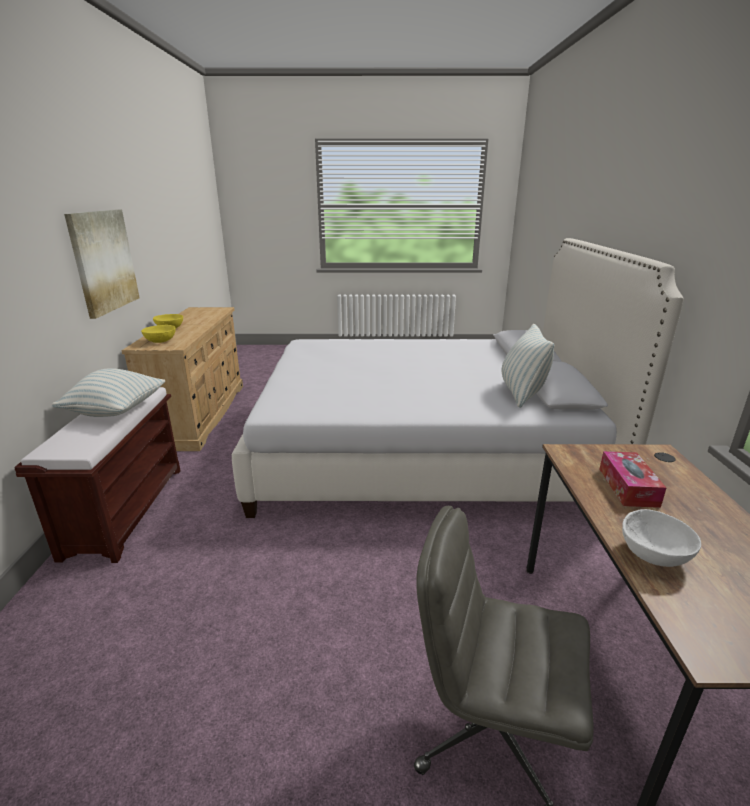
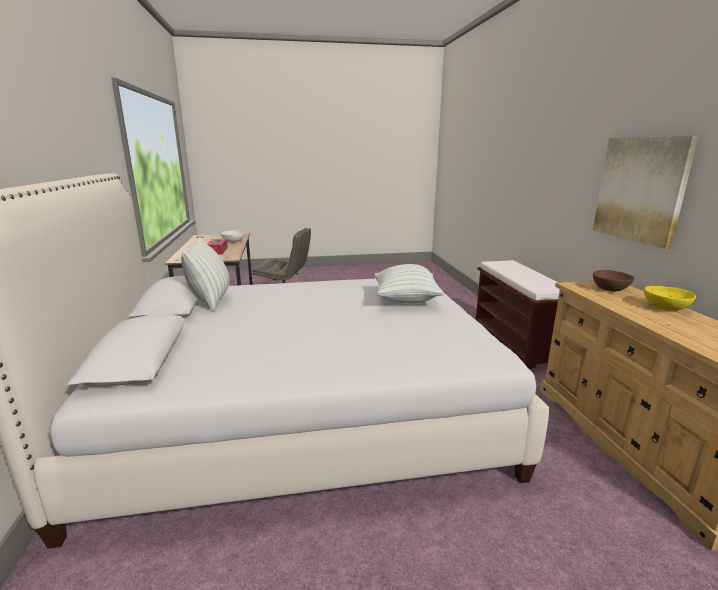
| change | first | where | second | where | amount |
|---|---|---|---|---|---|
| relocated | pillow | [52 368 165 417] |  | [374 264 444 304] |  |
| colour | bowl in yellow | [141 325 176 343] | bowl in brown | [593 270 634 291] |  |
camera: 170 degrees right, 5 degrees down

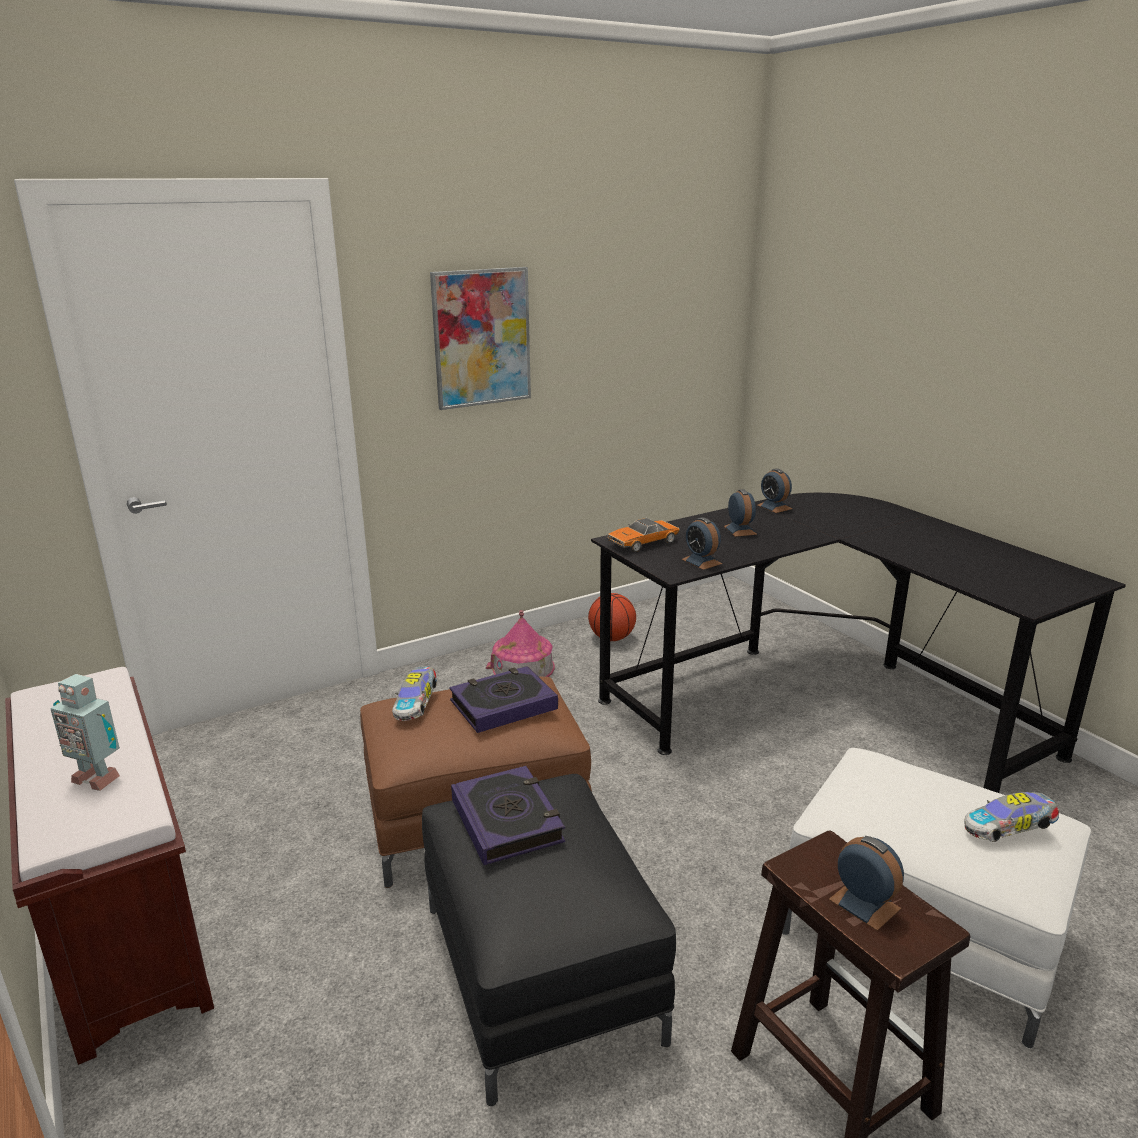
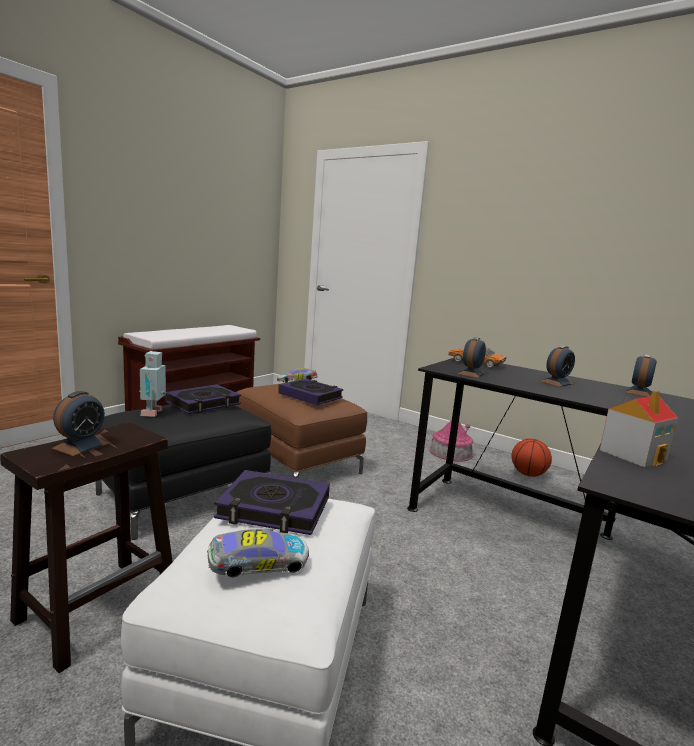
| change | first | where | second | where | amount |
|---|---|---|---|---|---|
| relocated | toy robot | [50 674 120 791] |  | [139 351 166 417] |  |
| spun | toy car | [964 792 1059 842] |  | [207 528 309 577] | 105 degrees clockwise |
| appeared |  |  | book | [214 470 330 535] |  |
| appeared |  |  | toy house | [600 391 678 467] |  |
| missing | picture | [430 267 531 410] |  |  |  |
camera: 65 degrees right, 10 degrees down

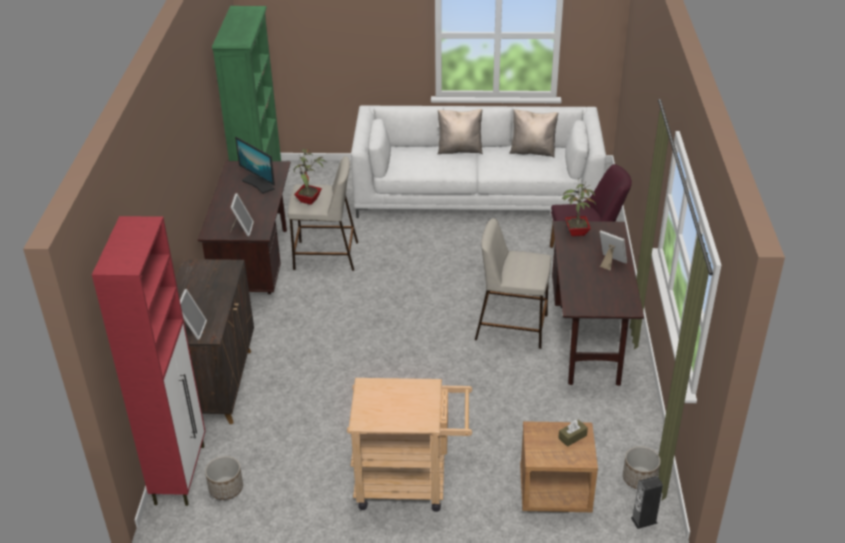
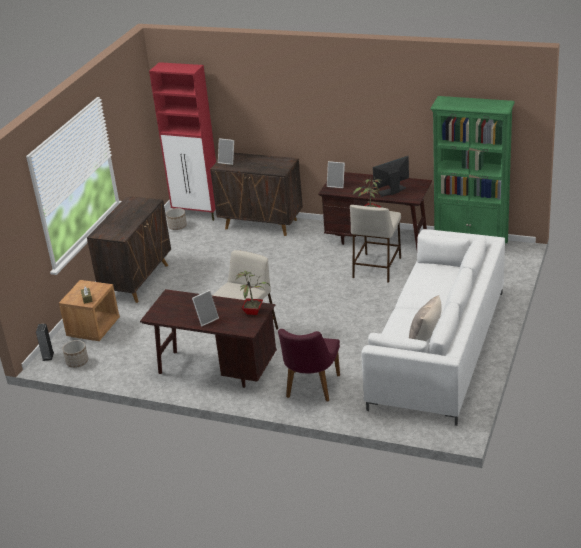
| change | first | where | second | where | amount |
|---|---|---|---|---|---|
| exchanged | cart in beige | [347 378 472 512] | cabinet in brown | [87 196 171 303] |  |
| missing | pillow in beige | [437 109 483 154] |  |  |  |
camera: 110 degrees right, 5 degrees down

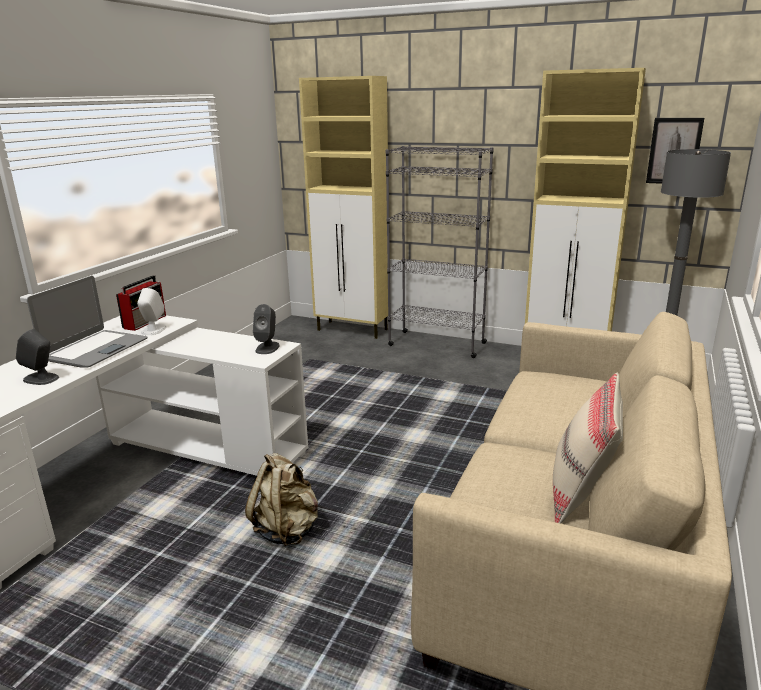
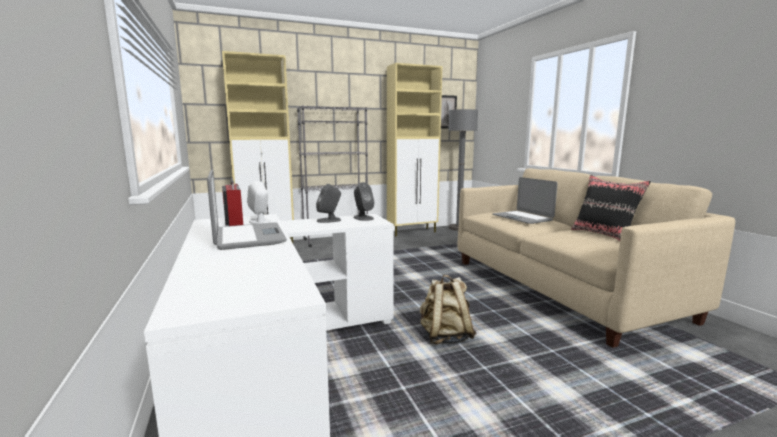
| change | first | where | second | where | amount |
|---|---|---|---|---|---|
| relocated | speaker in grey | [16 329 59 385] |  | [316 184 341 223] |  |
| appeared |  |  | laptop | [492 177 558 224] |  |
| colour | pillow in beige | [553 373 623 523] | pillow in black | [571 175 651 241] |  |
camera: 45 degrees left, 10 degrees down

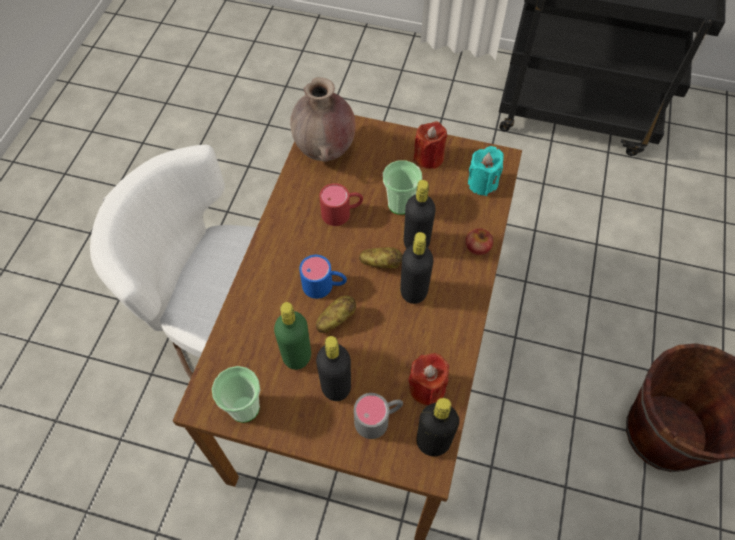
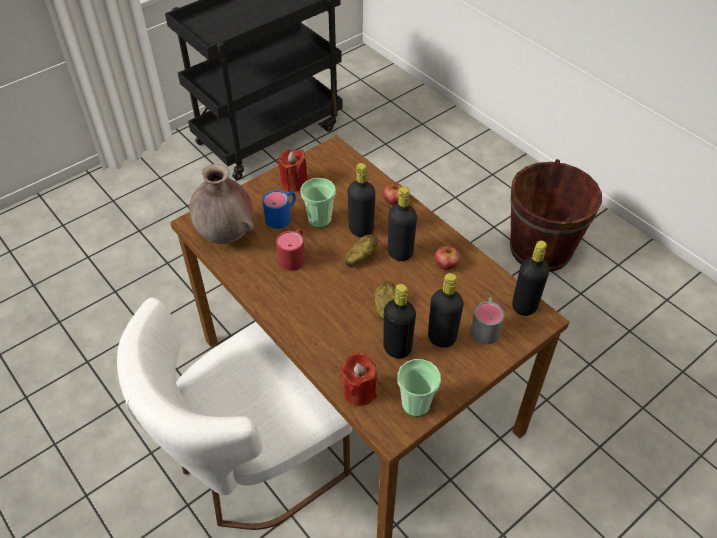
| change | first | where | second | where | amount |
|---|---|---|---|---|---|
| relocated | mug in blue | [299 255 347 299] |  | [262 190 296 229] |  |
| relocated | candle in red | [409 353 449 405] |  | [340 353 377 406] |  |
| colour | bottle in green | [274 302 311 370] | bottle in black | [383 284 416 359] |  |
| appeared |  |  | apple | [435 246 460 270] |  |
| missing | candle in turquoise | [468 146 504 196] |  |  |  |
camera: 55 degrees left, 10 degrees down

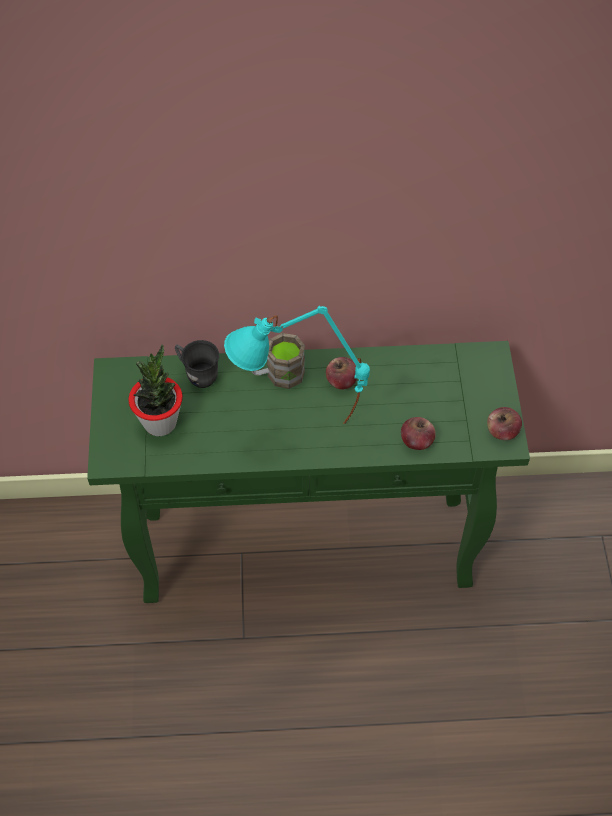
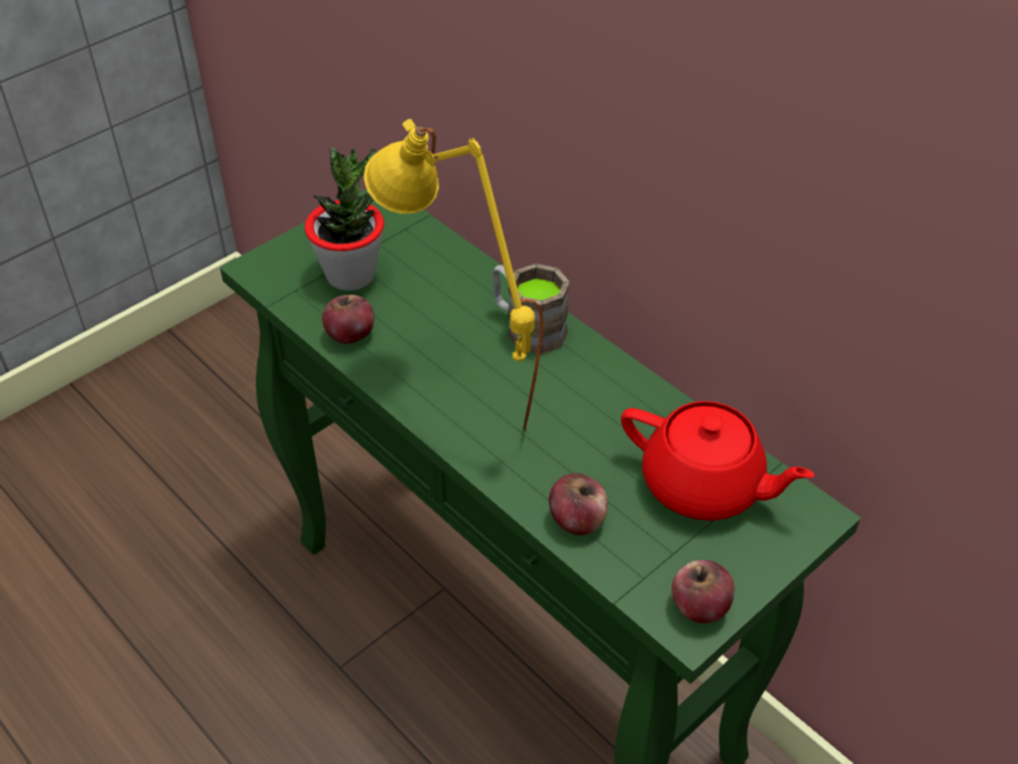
| change | first | where | second | where | amount |
|---|---|---|---|---|---|
| relocated | apple | [326 357 357 389] |  | [322 294 374 344] |  |
| colour | table lamp in turquoise | [224 306 370 424] | table lamp in yellow | [364 119 543 431] |  |
| appeared |  |  | teapot in red | [621 401 815 521] |  |
| missing | mug in grey | [175 340 219 388] |  |  |  |
camera: 50 degrees right, 10 degrees down

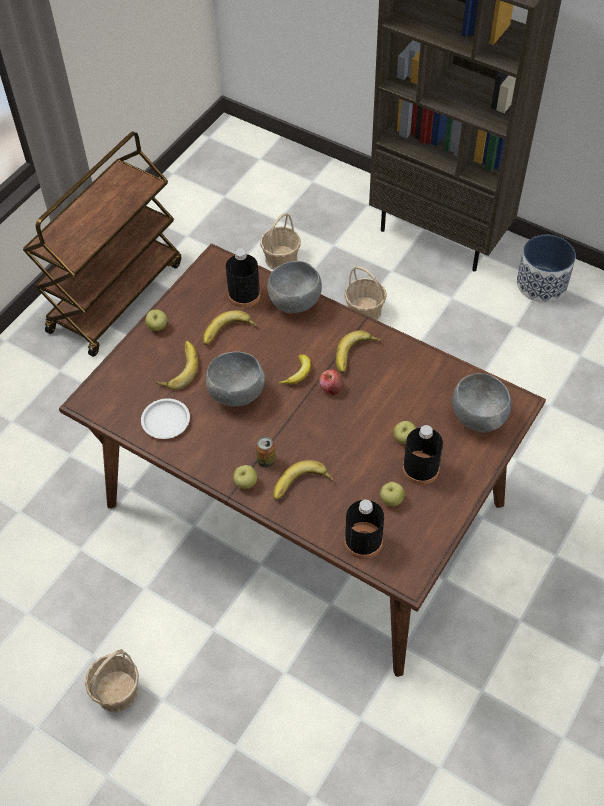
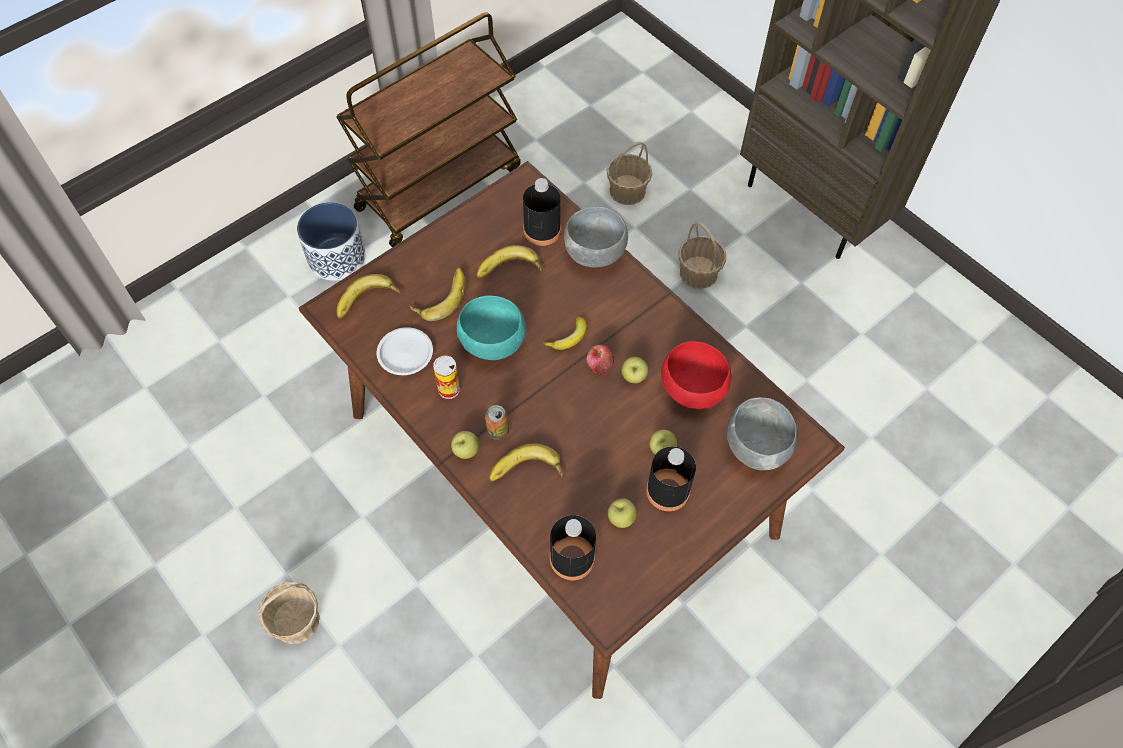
| change | first | where | second | where | amount |
|---|---|---|---|---|---|
| relocated | planter | [517 235 576 302] |  | [297 202 366 280] |  |
| relocated | banana | [336 330 381 373] |  | [337 274 400 319] |  |
| appeared |  |  | can | [433 356 460 399] |  |
| colour | bowl in grey | [206 352 265 407] | bowl in turquoise | [457 295 526 360] |  |
| relocated | apple | [145 309 167 331] |  | [621 357 648 383] |  |
| appeared |  |  | bowl in red | [661 341 731 409] |  |
camera: 15 degrees right, 5 degrees up

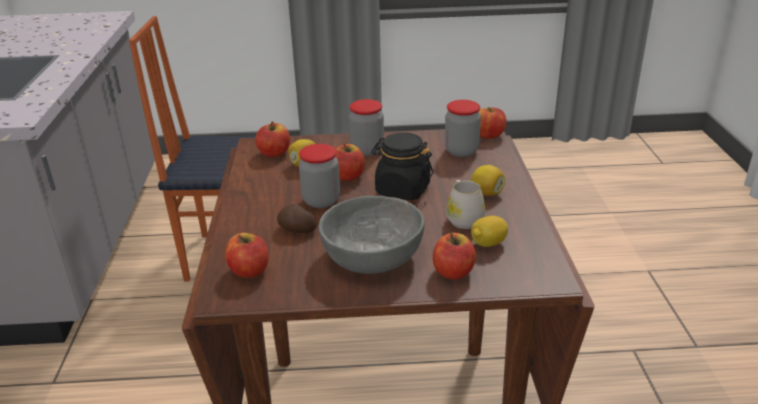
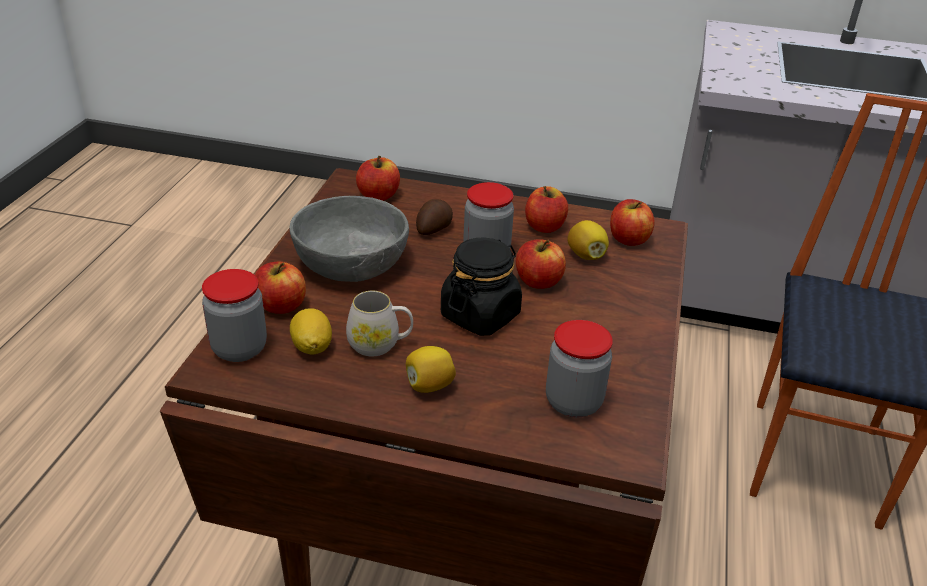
| change | first | where | second | where | amount |
|---|---|---|---|---|---|
| relocated | jar | [349 99 384 156] |  | [202 269 267 362] |  |
| relocated | apple | [478 107 507 139] |  | [525 186 568 233] |  |
camera: 105 degrees right, 5 degrees up

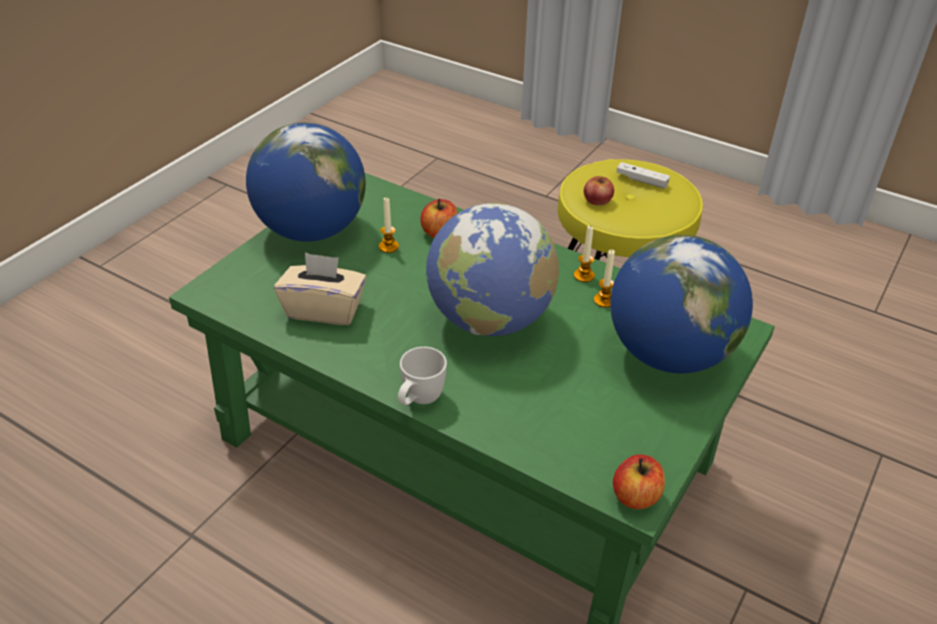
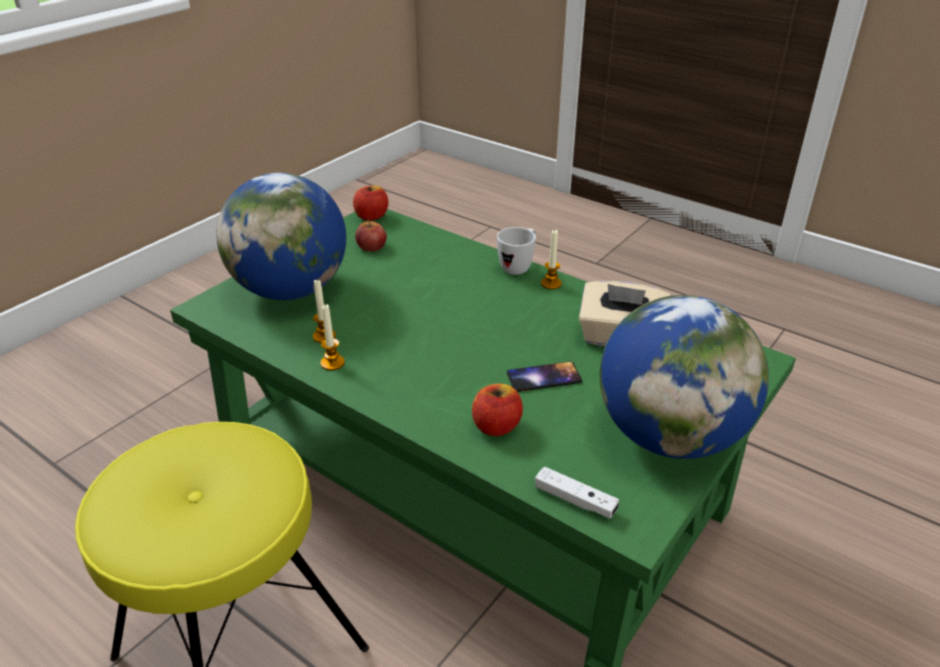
| change | first | where | second | where | amount |
|---|---|---|---|---|---|
| relocated | apple | [584 176 614 206] |  | [355 219 387 252] |  |
| appeared |  |  | phone | [507 361 582 392] |  |
| relocated | game controller in white | [616 162 670 189] |  | [535 466 619 519] |  |
| relocated | candle | [379 197 399 253] |  | [541 230 562 289] |  |
| missing | globe | [426 203 559 336] |  |  |  |
camera: 175 degrees left, 5 degrees down

